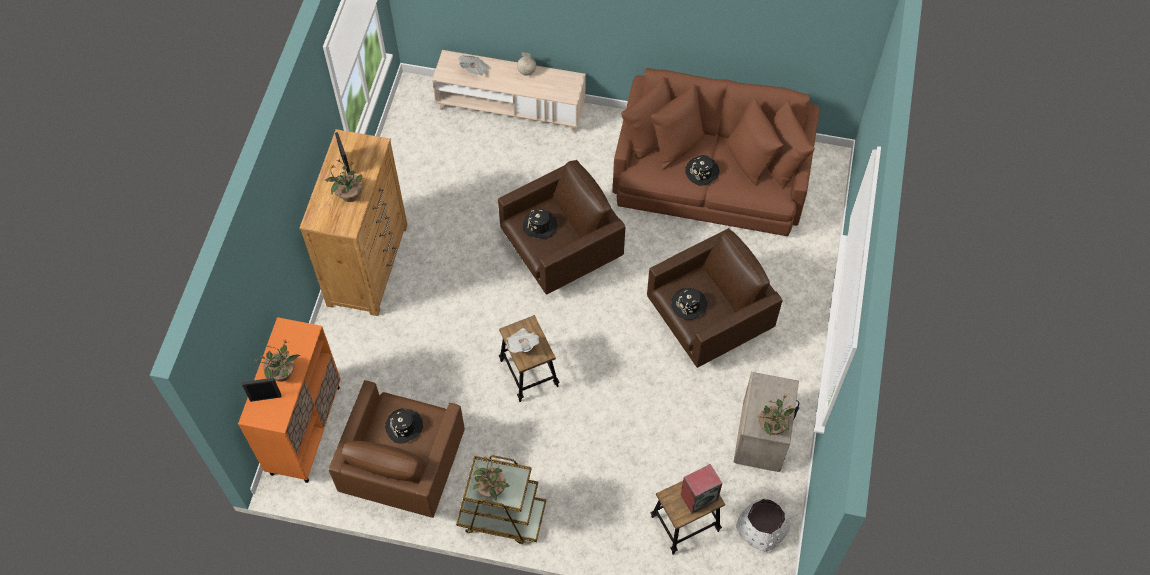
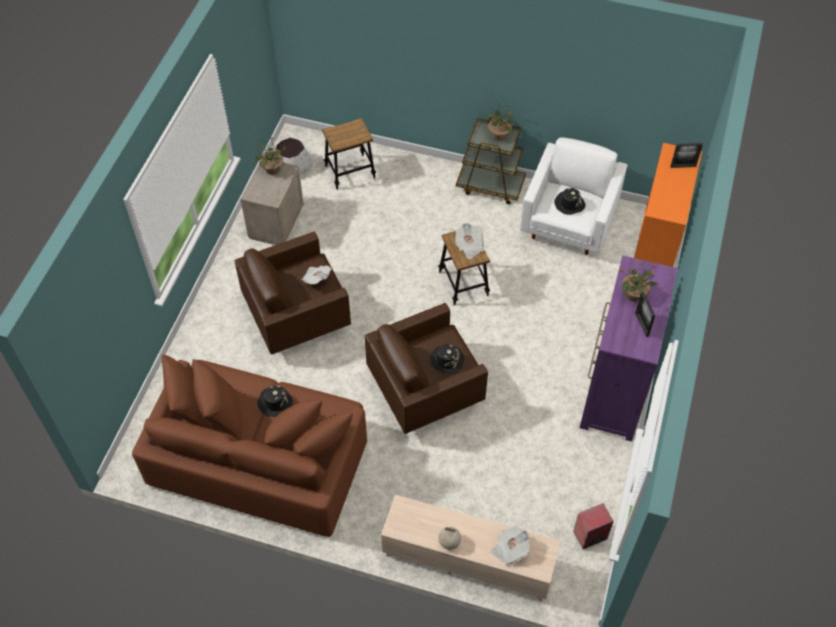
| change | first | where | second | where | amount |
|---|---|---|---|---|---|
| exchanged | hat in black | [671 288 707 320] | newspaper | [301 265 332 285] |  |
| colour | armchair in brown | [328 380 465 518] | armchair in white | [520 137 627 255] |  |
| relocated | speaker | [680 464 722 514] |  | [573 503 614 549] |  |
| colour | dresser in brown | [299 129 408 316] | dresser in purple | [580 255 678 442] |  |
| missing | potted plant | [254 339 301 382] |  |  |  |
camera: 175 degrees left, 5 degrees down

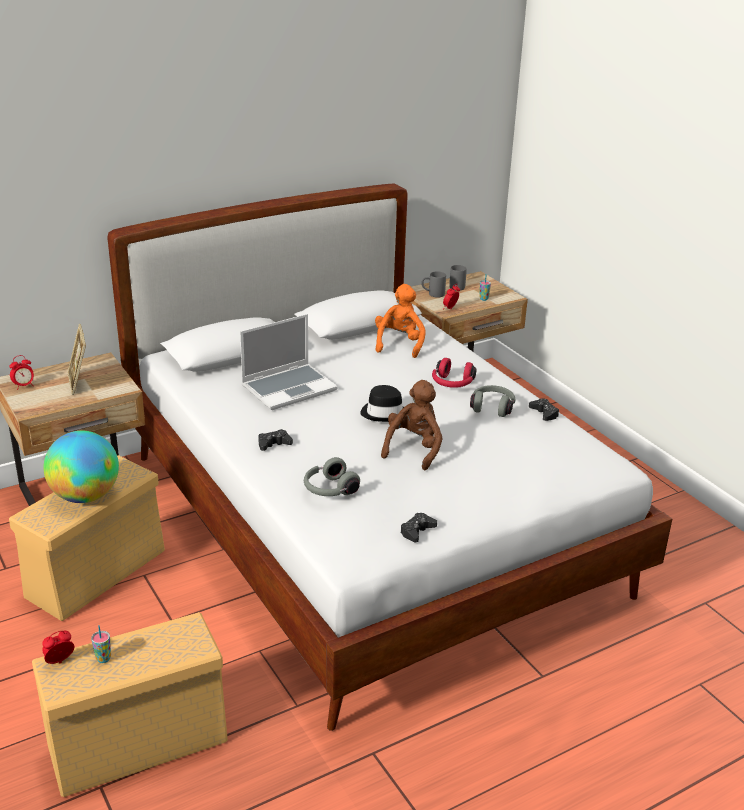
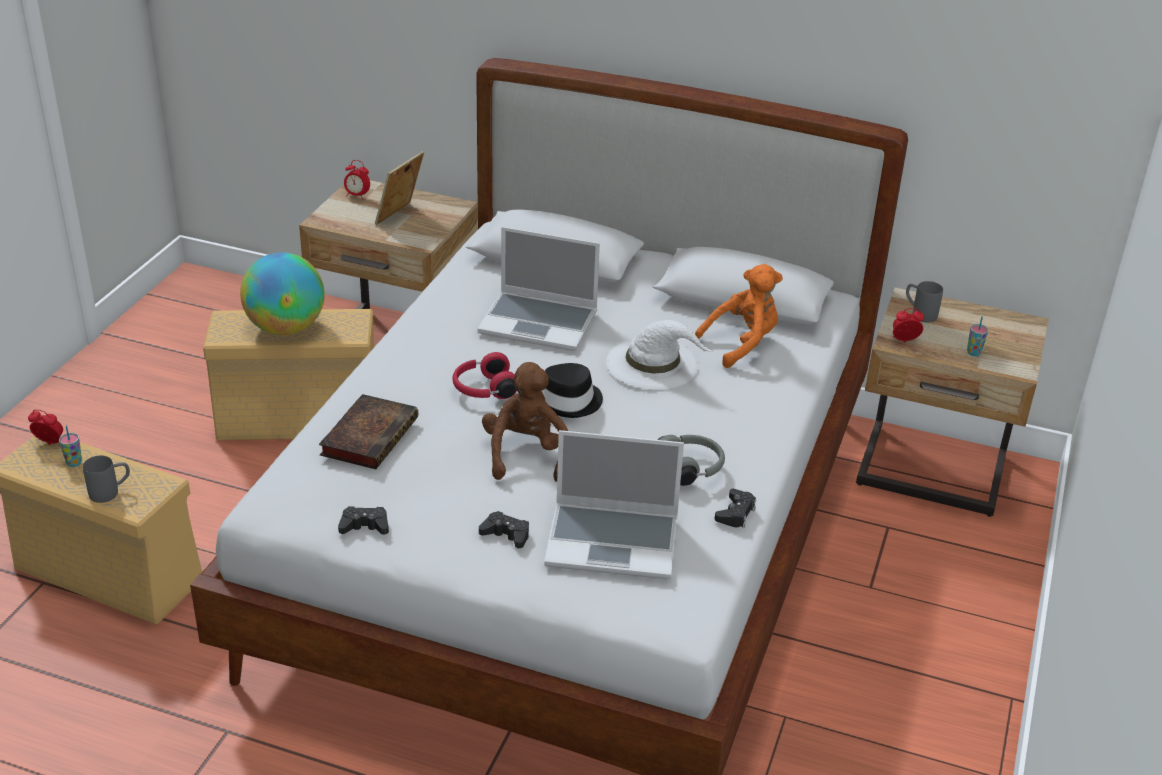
| change | first | where | second | where | amount |
|---|---|---|---|---|---|
| relocated | mug in grey | [449 265 467 291] |  | [83 455 130 503] |  |
| exchanged | headphones in grey | [304 457 360 496] | book | [319 394 418 469] |  |
| relocated | headphones in red | [432 358 476 388] |  | [452 352 517 399] |  |
| relocated | game controller in black | [258 429 293 451] |  | [479 511 529 548] |  |
| spun | plush toy in brown | [381 380 443 470] |  | [482 362 568 482] | 75 degrees counterclockwise |
| appeared |  |  | laptop | [544 430 684 579] |  |
| appeared |  |  | hat in white | [606 320 712 390] |  |
camera: 50 degrees right, 5 degrees up

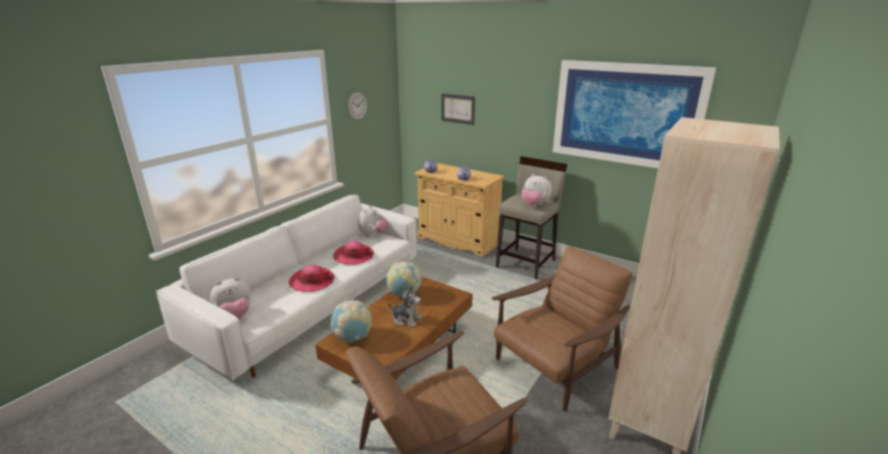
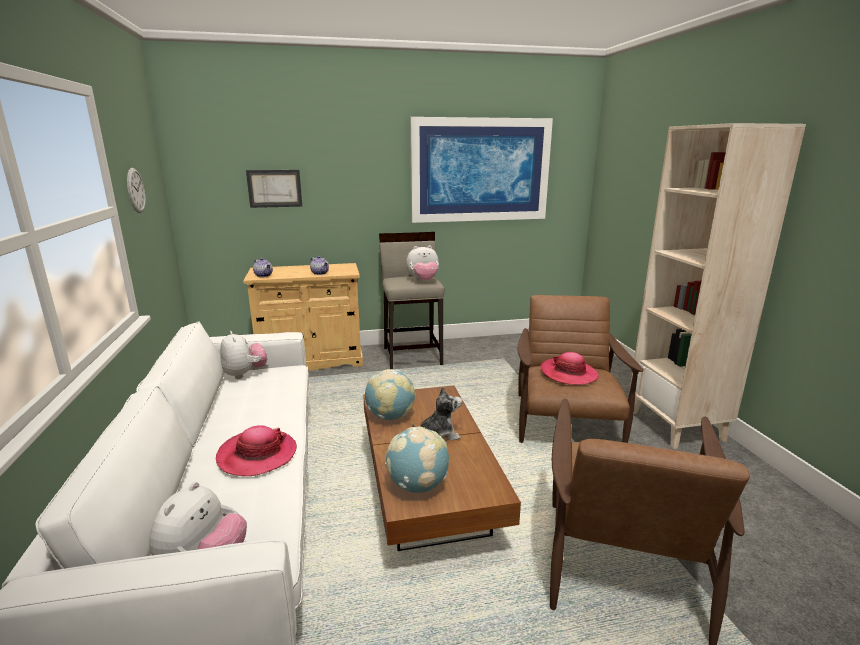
| change | first | where | second | where | amount |
|---|---|---|---|---|---|
| relocated | hat | [333 241 374 265] |  | [540 352 599 385] |  |
camera: 45 degrees left, 5 degrees down

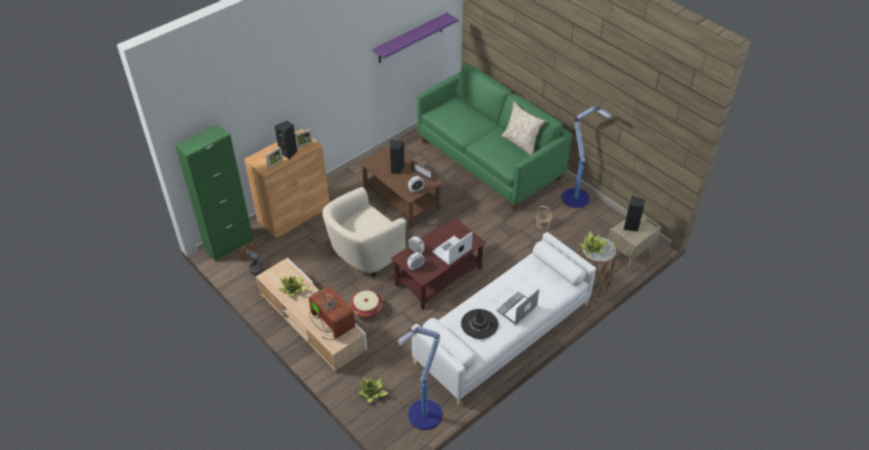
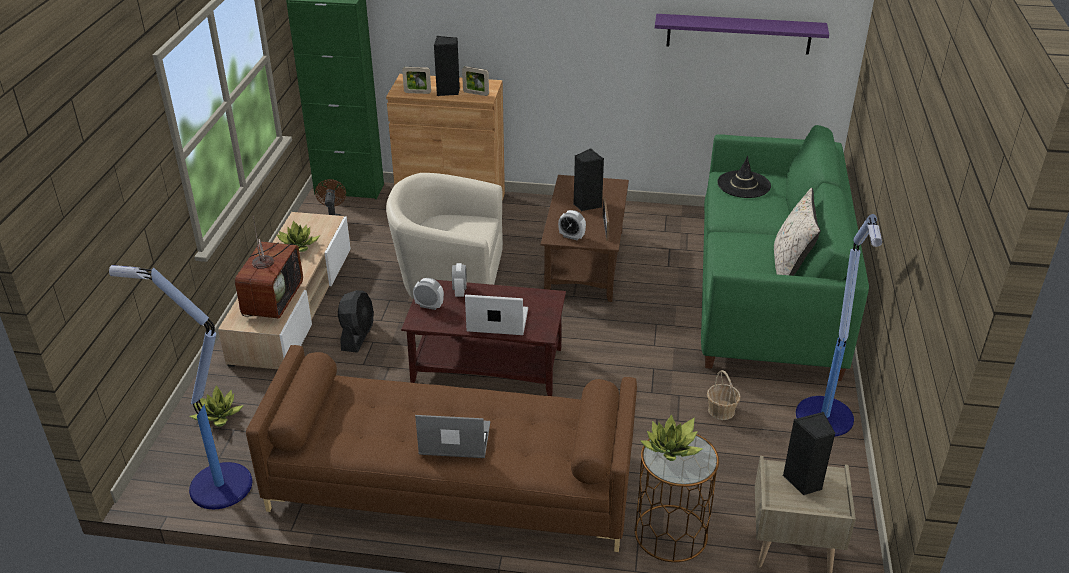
| change | first | where | second | where | amount |
|---|---|---|---|---|---|
| colour | sofa in white | [411 232 596 406] | sofa in brown | [246 345 637 552] |  |
| exchanged | basket | [350 290 383 319] | fan in black | [338 290 374 353] |  |
| relocated | hat in black | [461 309 498 339] |  | [717 156 771 198] |  |
camera: 50 degrees right, 10 degrees down

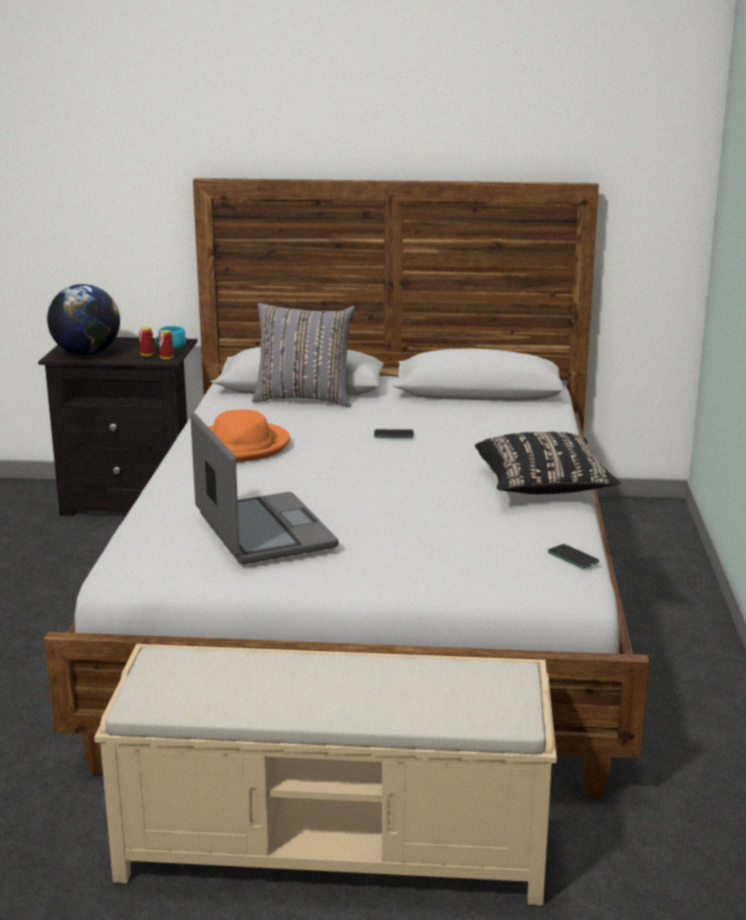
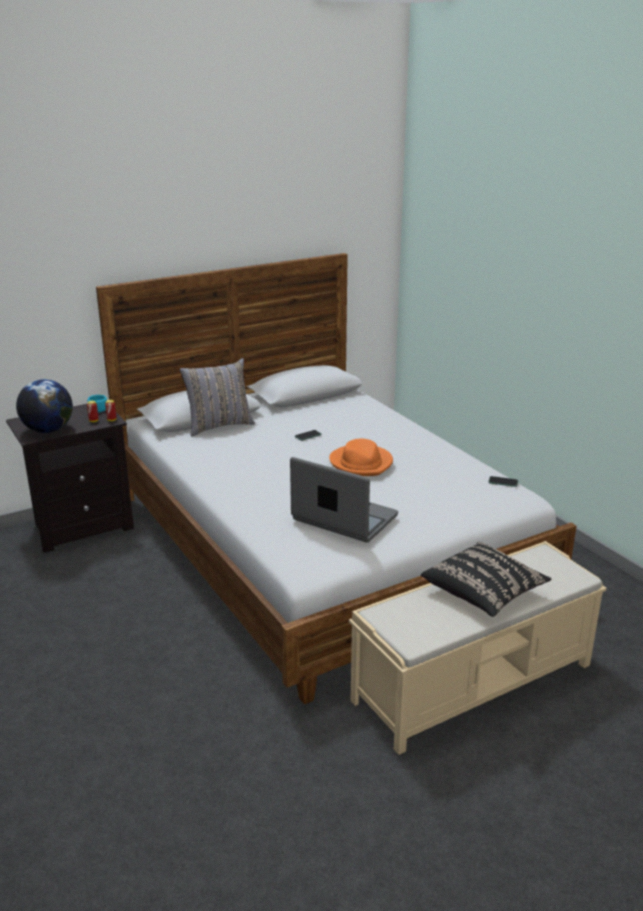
| change | first | where | second | where | amount |
|---|---|---|---|---|---|
| relocated | hat in orange | [209 410 290 462] |  | [329 439 393 476] |  |
| relocated | pillow in black | [475 432 621 494] |  | [421 542 551 617] |  |
camera: 35 degrees left, 5 degrees up

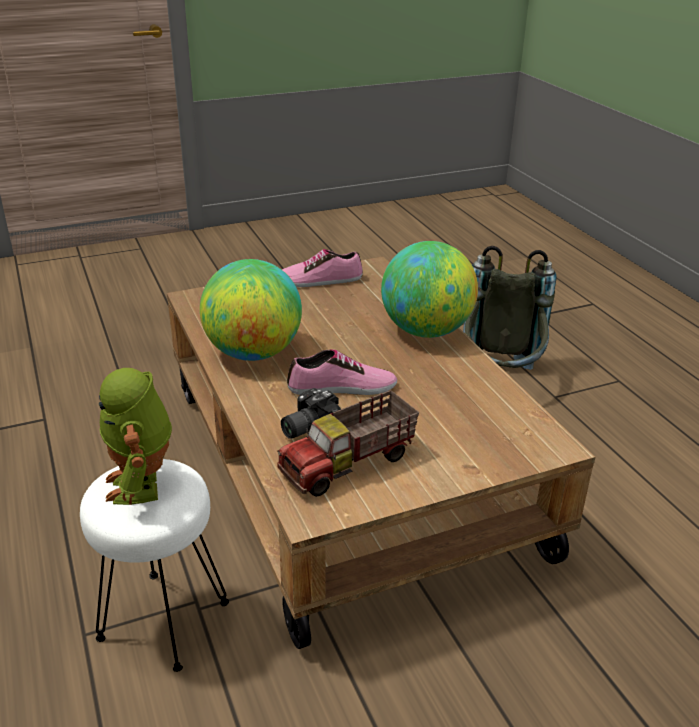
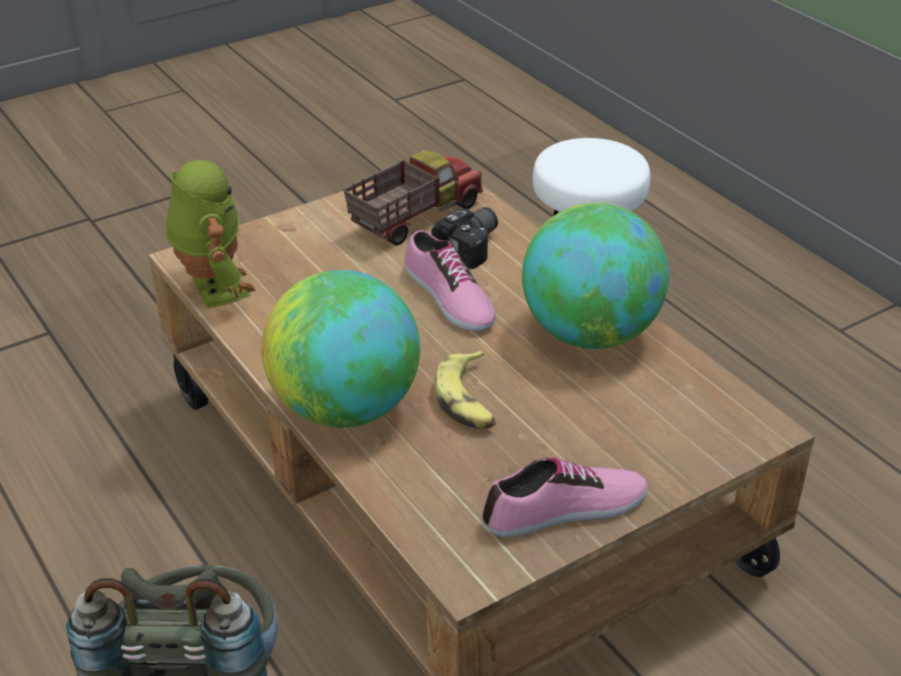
| change | first | where | second | where | amount |
|---|---|---|---|---|---|
| relocated | toy robot | [99 368 172 505] |  | [166 160 256 308] |  |
| spun | shoe | [287 349 397 395] |  | [404 230 496 331] | 105 degrees counterclockwise |
| appeared |  |  | banana | [435 351 496 429] |  |
camera: 170 degrees right, 5 degrees up

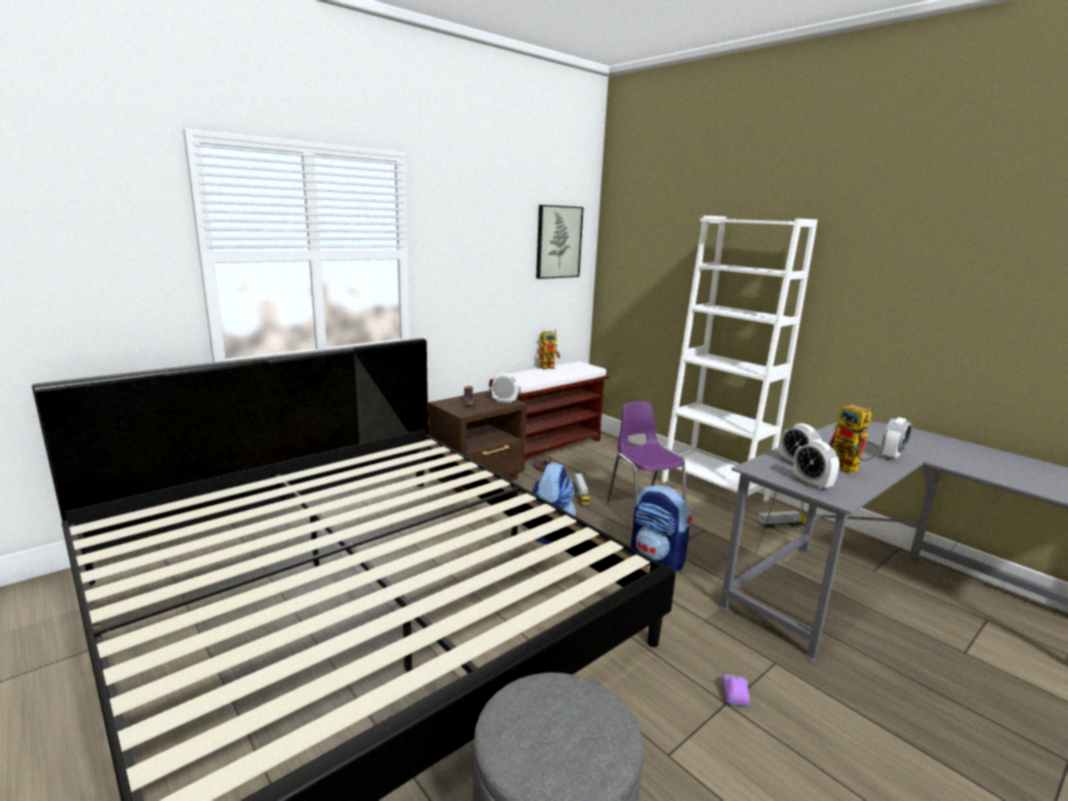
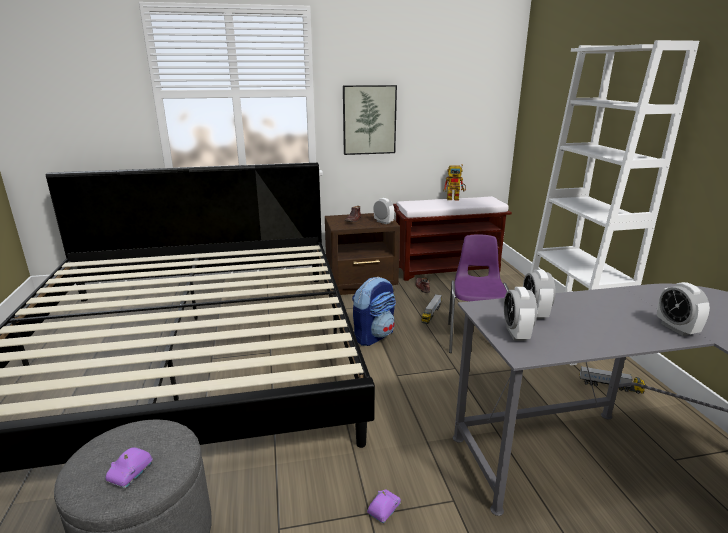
| change | first | where | second | where | amount |
|---|---|---|---|---|---|
| appeared |  |  | toy car in purple | [106 447 153 489] |  |
| relocated | picture | [536 205 584 279] |  | [343 85 397 155] |  |
| spun | alarm clock | [882 417 912 461] |  | [657 282 710 336] | 90 degrees clockwise |
| missing | backpack | [630 485 692 571] |  |  |  |
| missing | toy robot | [828 404 880 474] |  |  |  |
camera: 30 degrees right, 5 degrees up

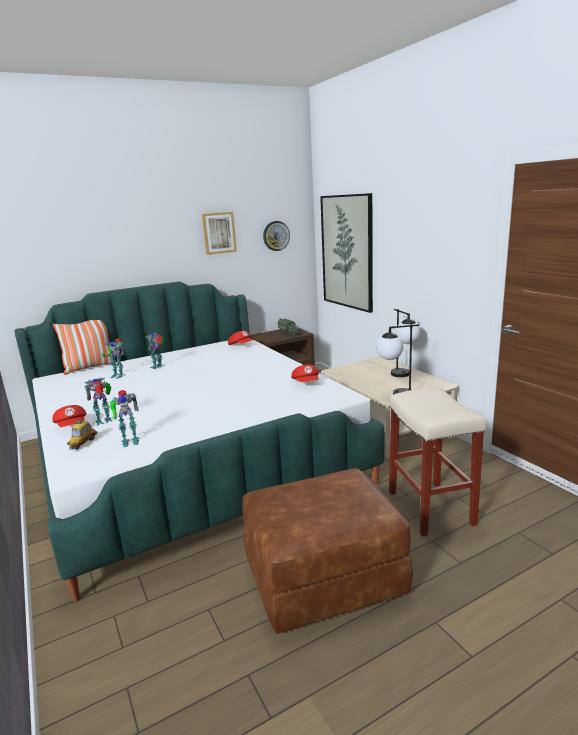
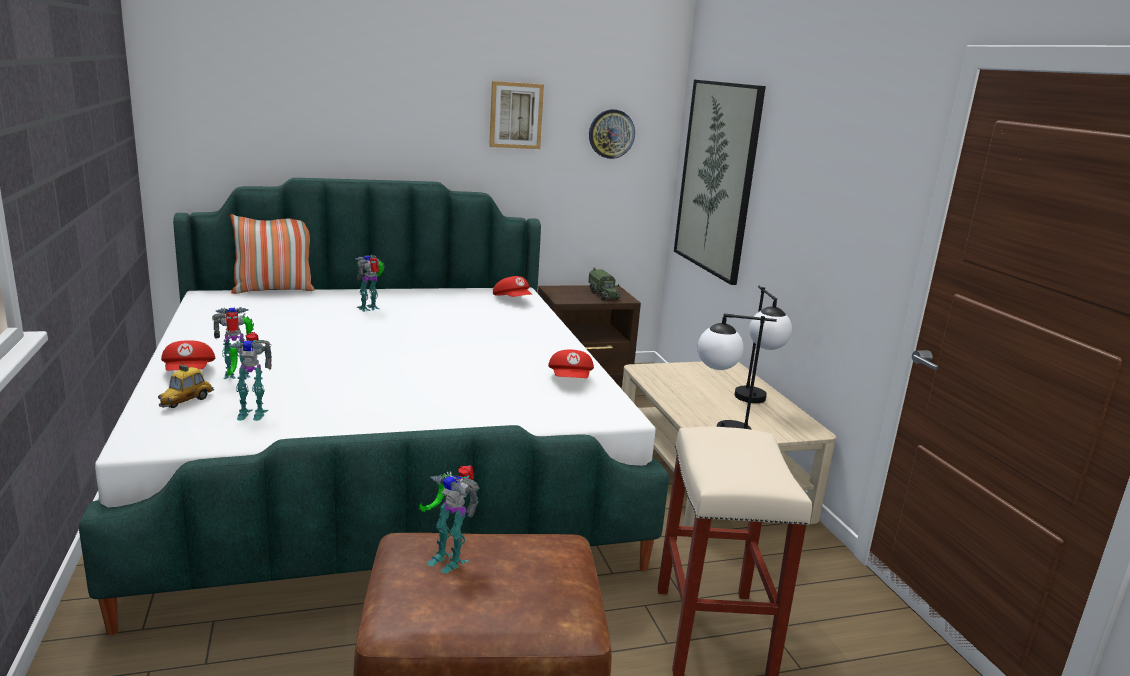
| change | first | where | second | where | amount |
|---|---|---|---|---|---|
| relocated | toy robot | [102 338 125 379] |  | [419 465 480 574] |  |
camera: 10 degrees right, 0 degrees up

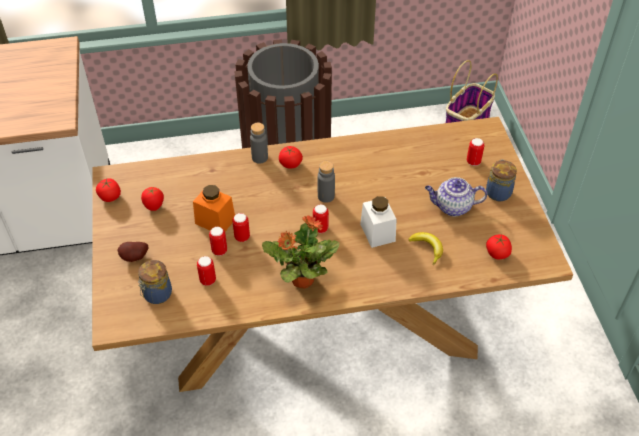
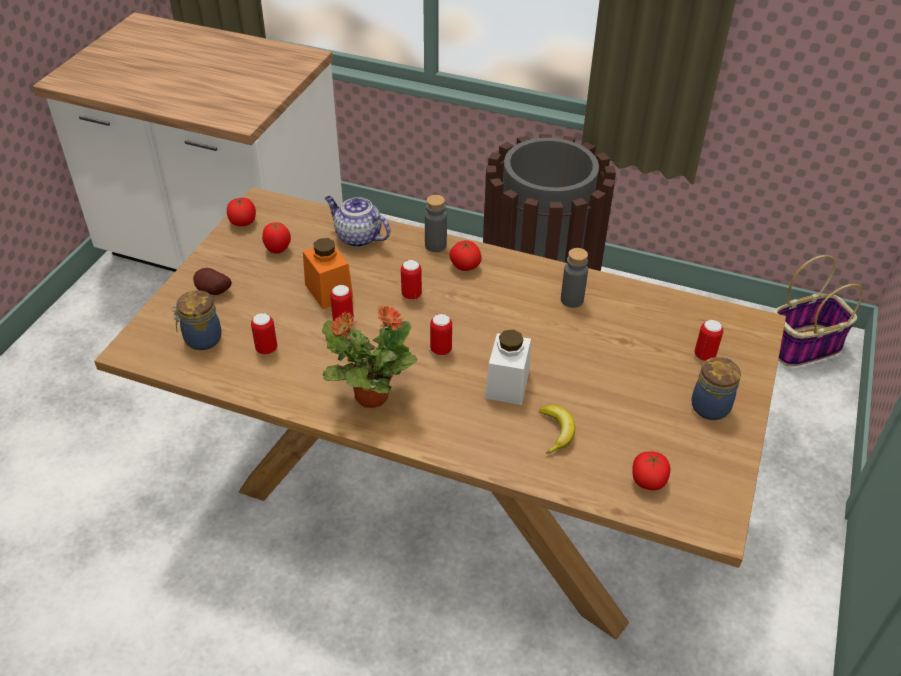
| change | first | where | second | where | amount |
|---|---|---|---|---|---|
| relocated | teapot | [425 177 487 216] |  | [325 196 390 247] |  |
| relocated | can | [209 227 227 256] |  | [401 260 422 300] |  |
| relocated | bottle in grey | [318 161 335 203] |  | [561 248 588 308] |  |
camera: 30 degrees right, 5 degrees down

